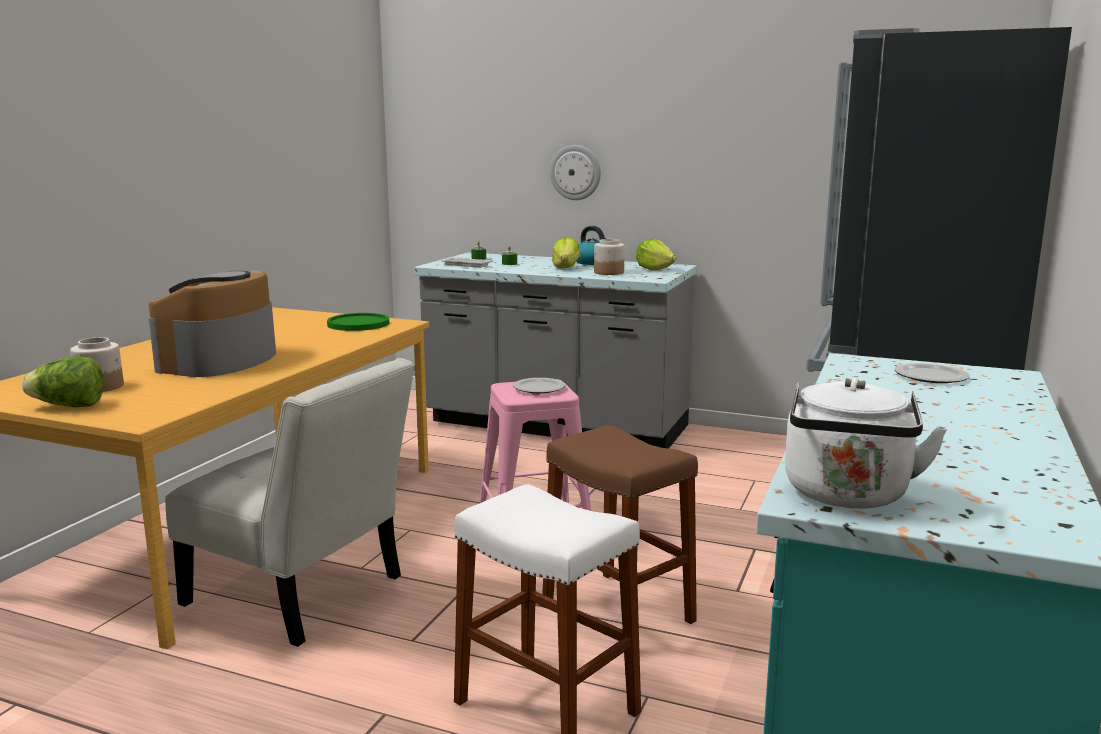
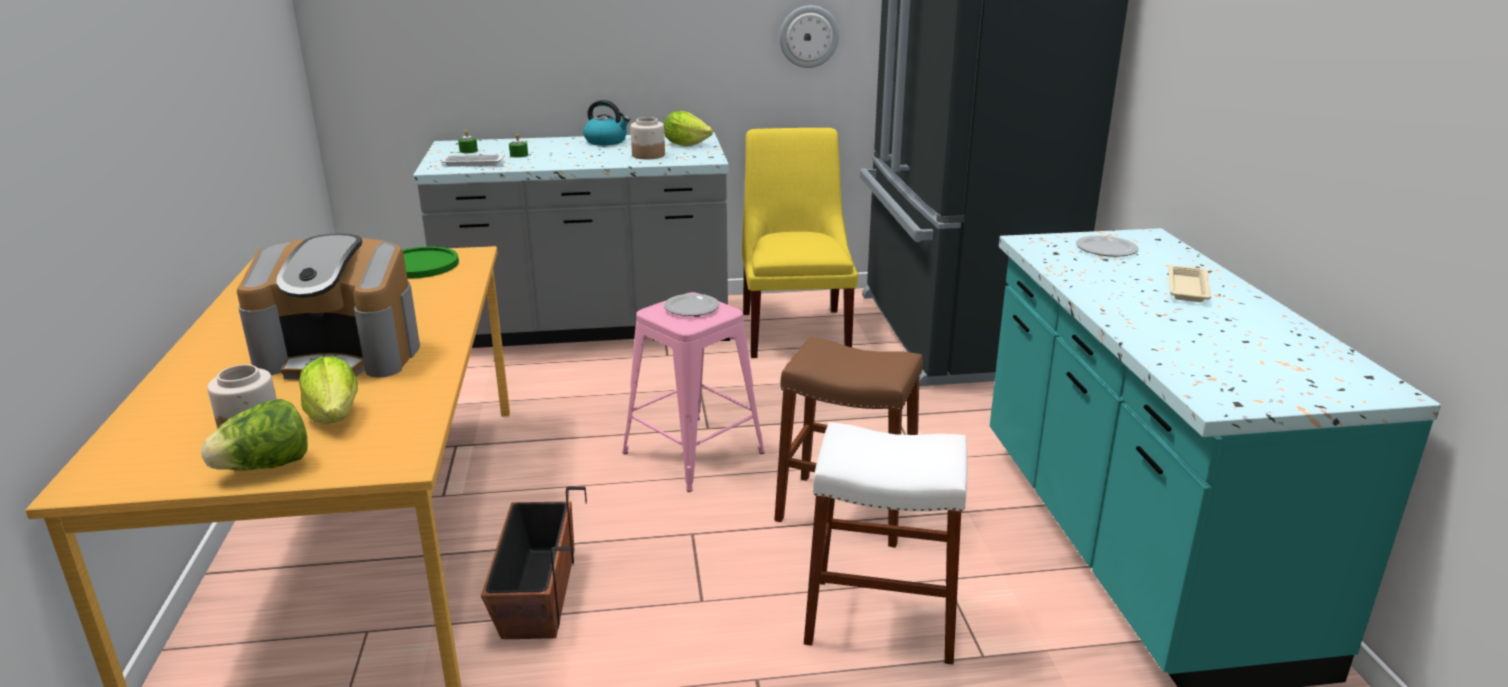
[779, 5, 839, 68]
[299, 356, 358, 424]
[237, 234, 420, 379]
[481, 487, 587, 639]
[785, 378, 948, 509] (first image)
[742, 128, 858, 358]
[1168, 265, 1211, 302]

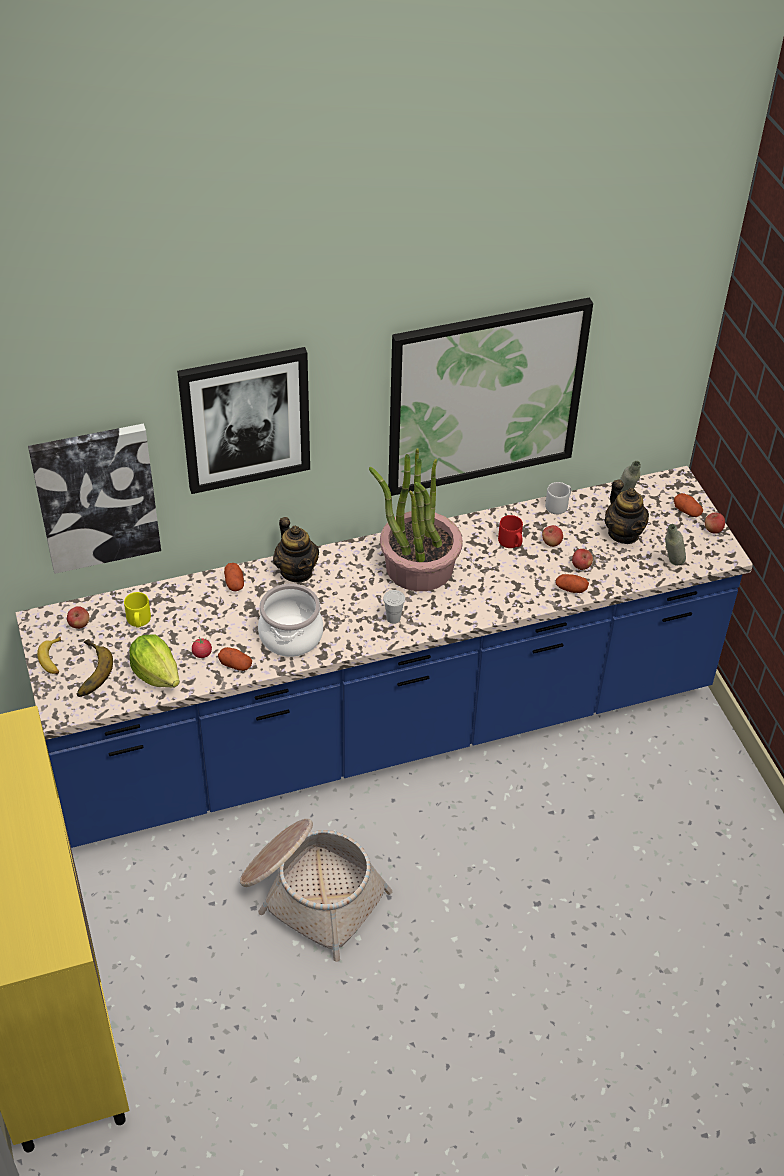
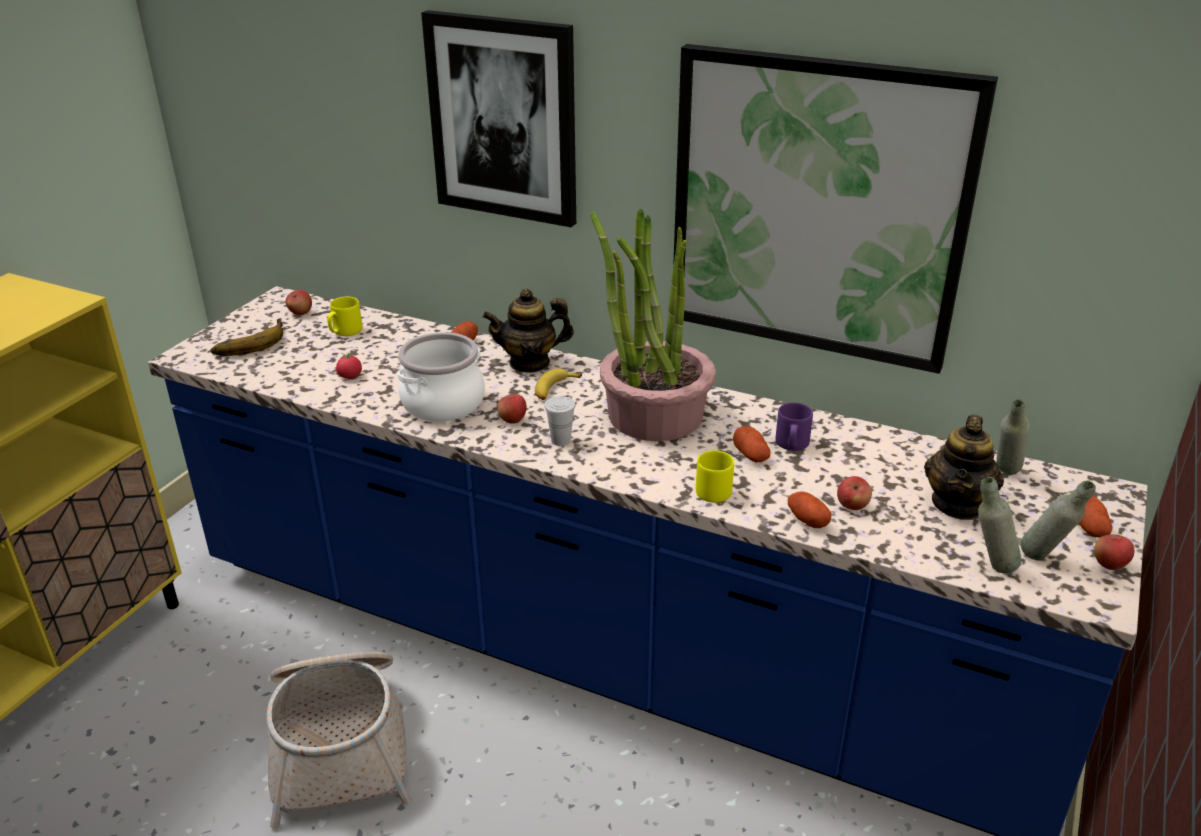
[28, 424, 161, 574] (first image)
[545, 482, 571, 514] (first image)
[775, 402, 813, 451]
[483, 288, 574, 373]
[497, 394, 527, 424]
[129, 635, 180, 687] (first image)
[535, 369, 582, 400]
[733, 426, 771, 462]
[696, 450, 734, 503]
[1020, 481, 1096, 560]

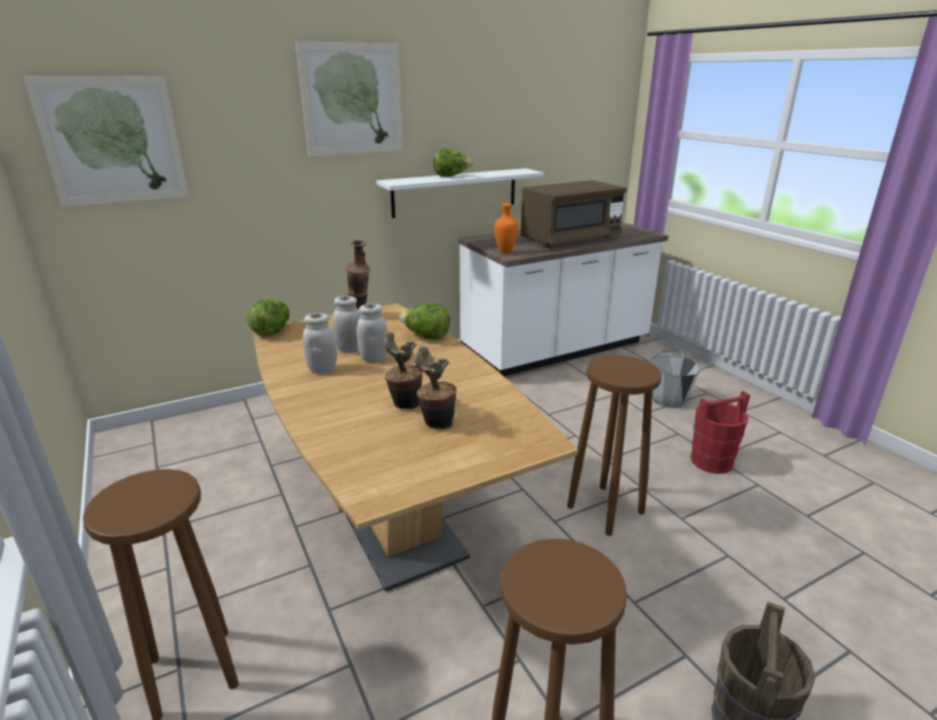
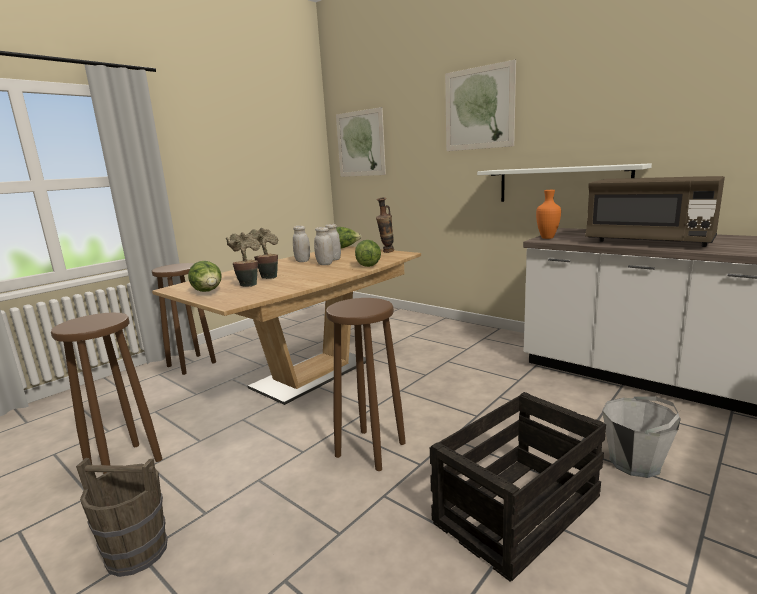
[188, 261, 221, 292]
[430, 392, 606, 582]

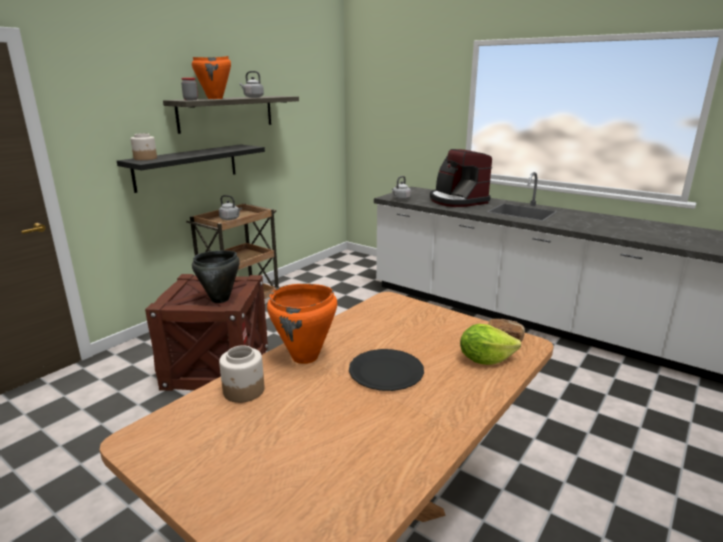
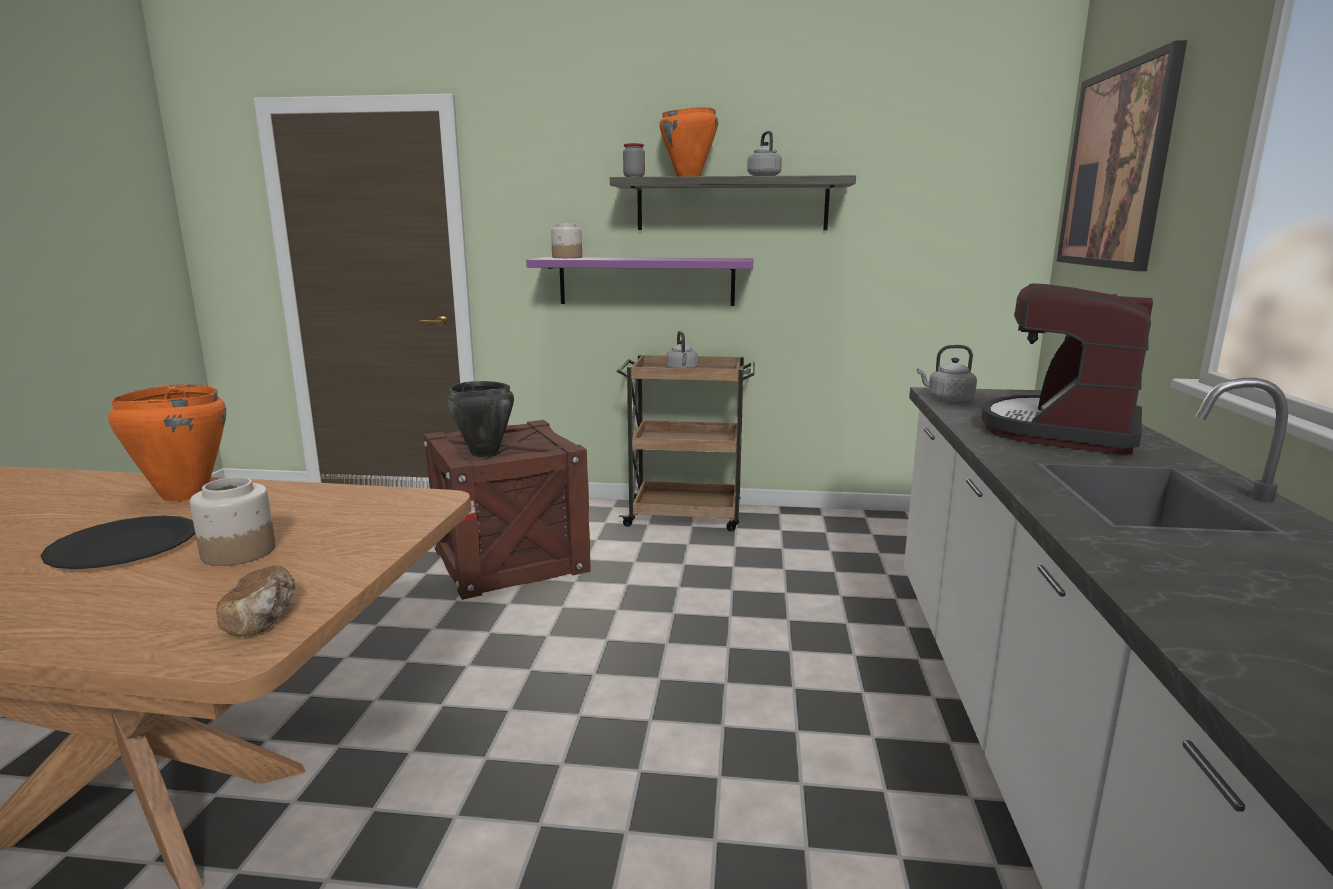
[526, 257, 753, 306]
[460, 324, 521, 365] (first image)
[190, 477, 276, 566]
[1057, 40, 1187, 271]

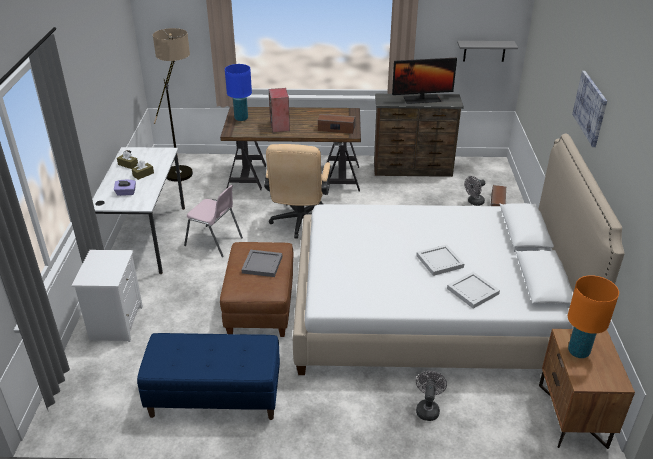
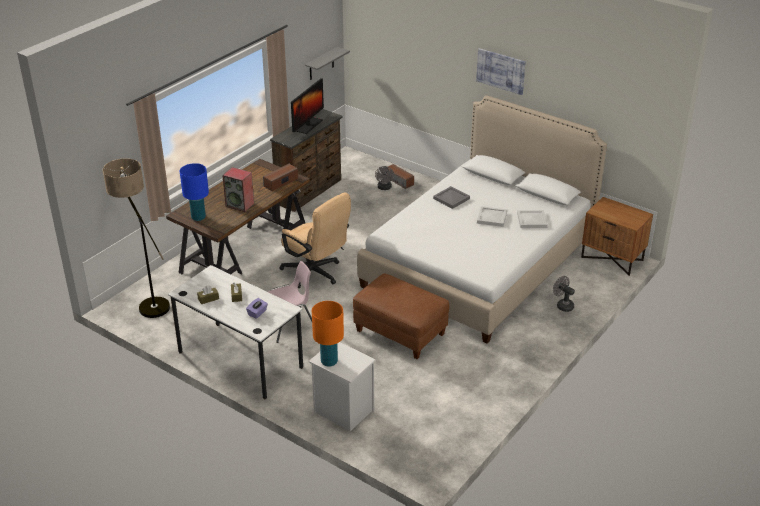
[433, 186, 470, 209]
[312, 301, 344, 367]
[137, 333, 280, 420] (first image)

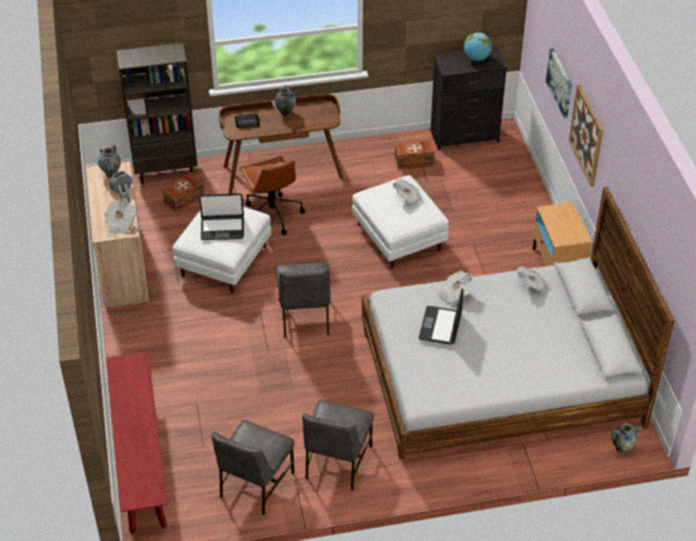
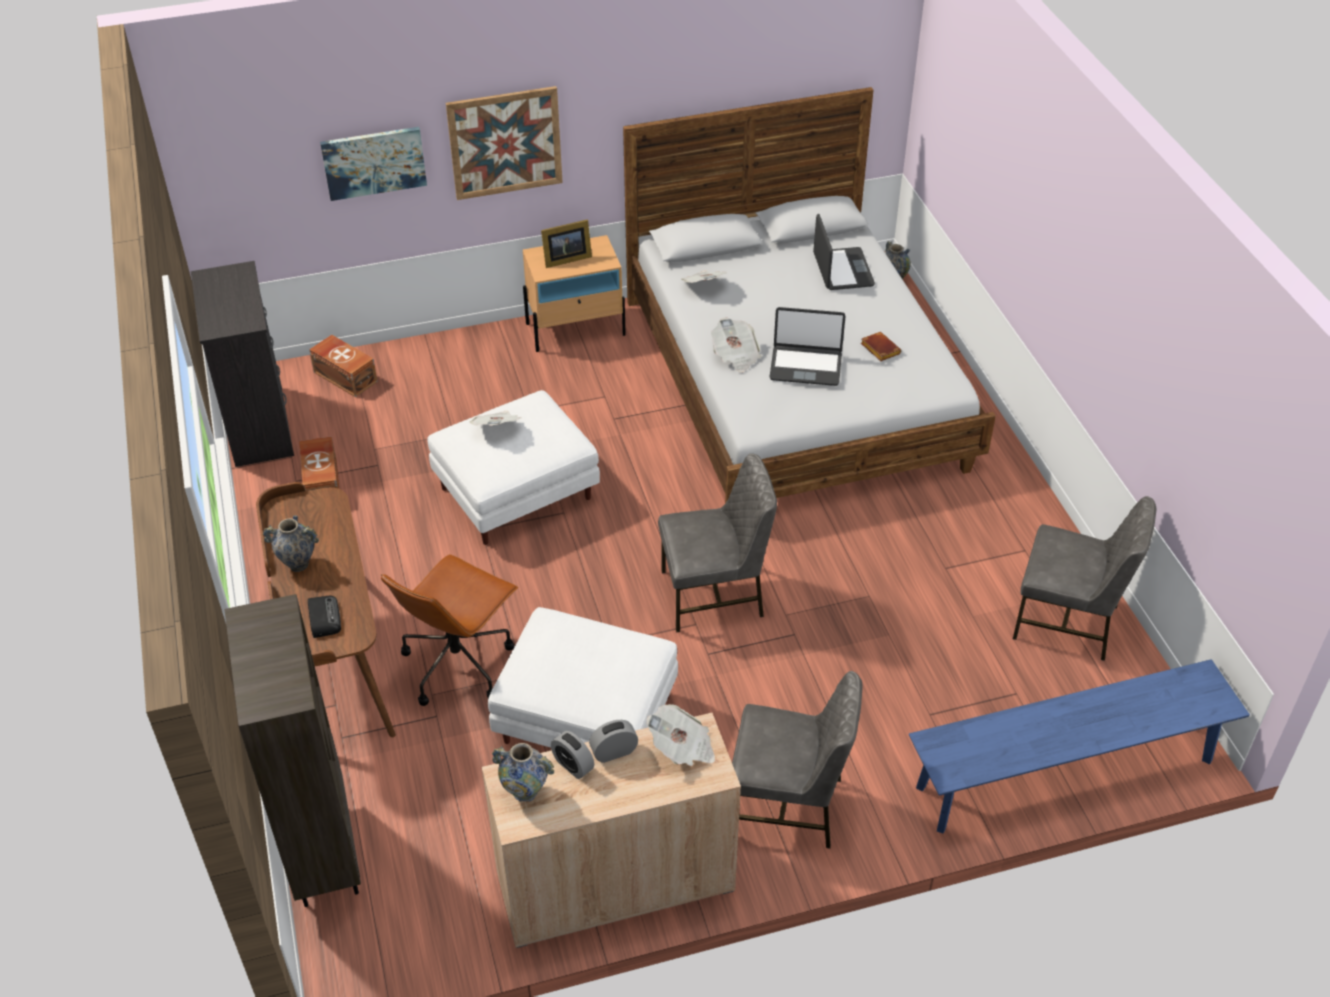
[464, 32, 492, 61] (first image)
[381, 554, 518, 706]
[309, 335, 378, 397]
[813, 214, 875, 290]
[909, 659, 1250, 833]
[732, 671, 863, 849]
[541, 219, 592, 268]
[861, 332, 902, 361]

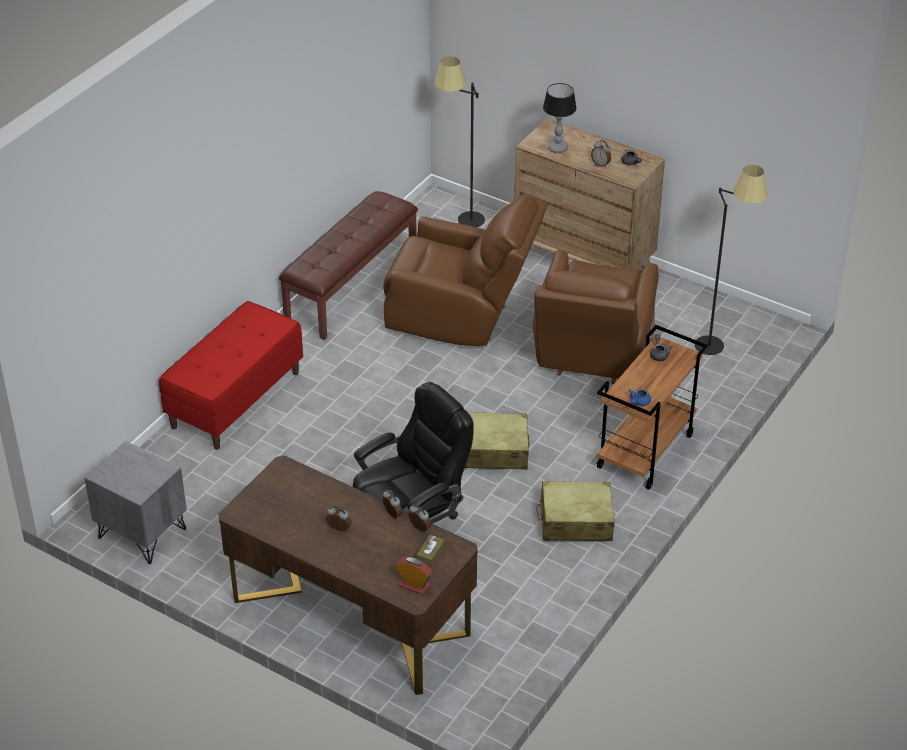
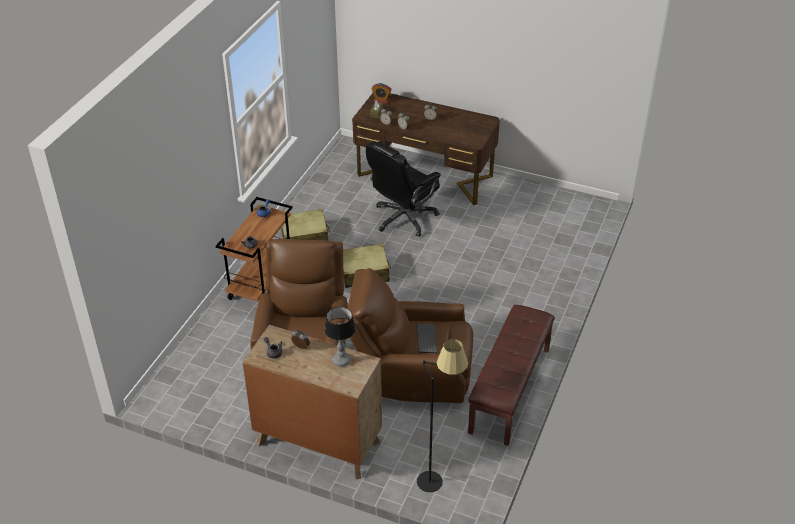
[695, 165, 768, 355] (first image)
[159, 301, 303, 450] (first image)
[84, 441, 187, 564] (first image)
[416, 323, 438, 353]

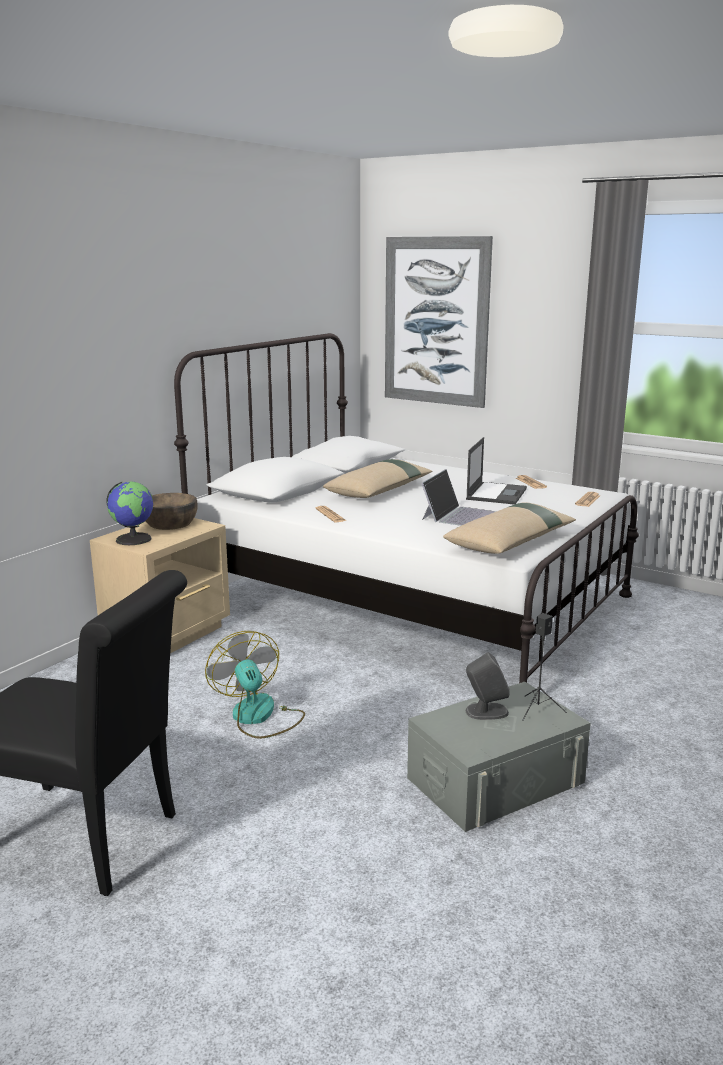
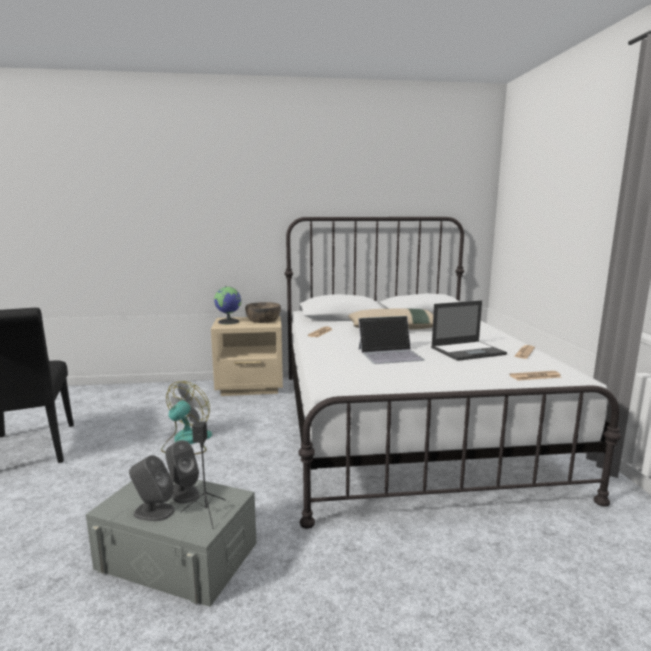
[385, 236, 493, 408] (first image)
[443, 503, 576, 554] (first image)
[129, 455, 175, 521]

